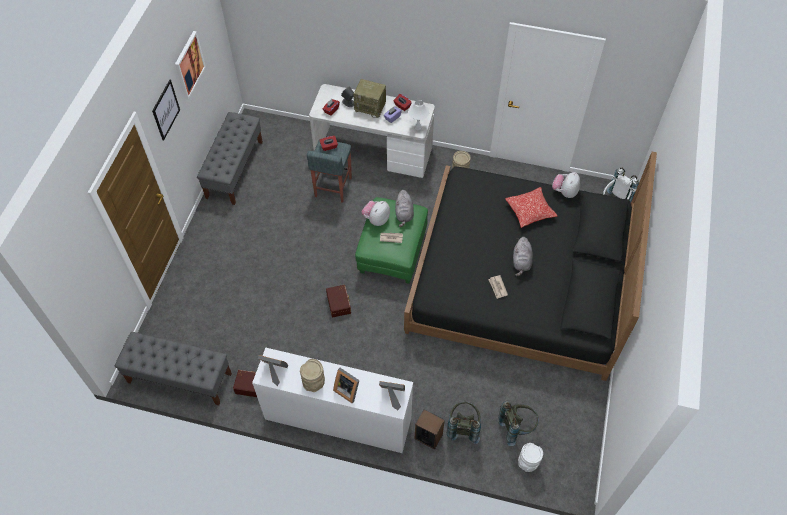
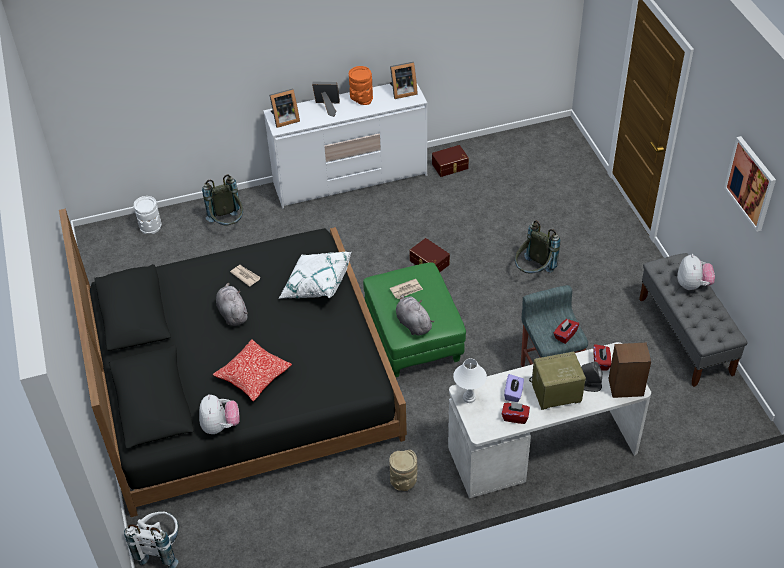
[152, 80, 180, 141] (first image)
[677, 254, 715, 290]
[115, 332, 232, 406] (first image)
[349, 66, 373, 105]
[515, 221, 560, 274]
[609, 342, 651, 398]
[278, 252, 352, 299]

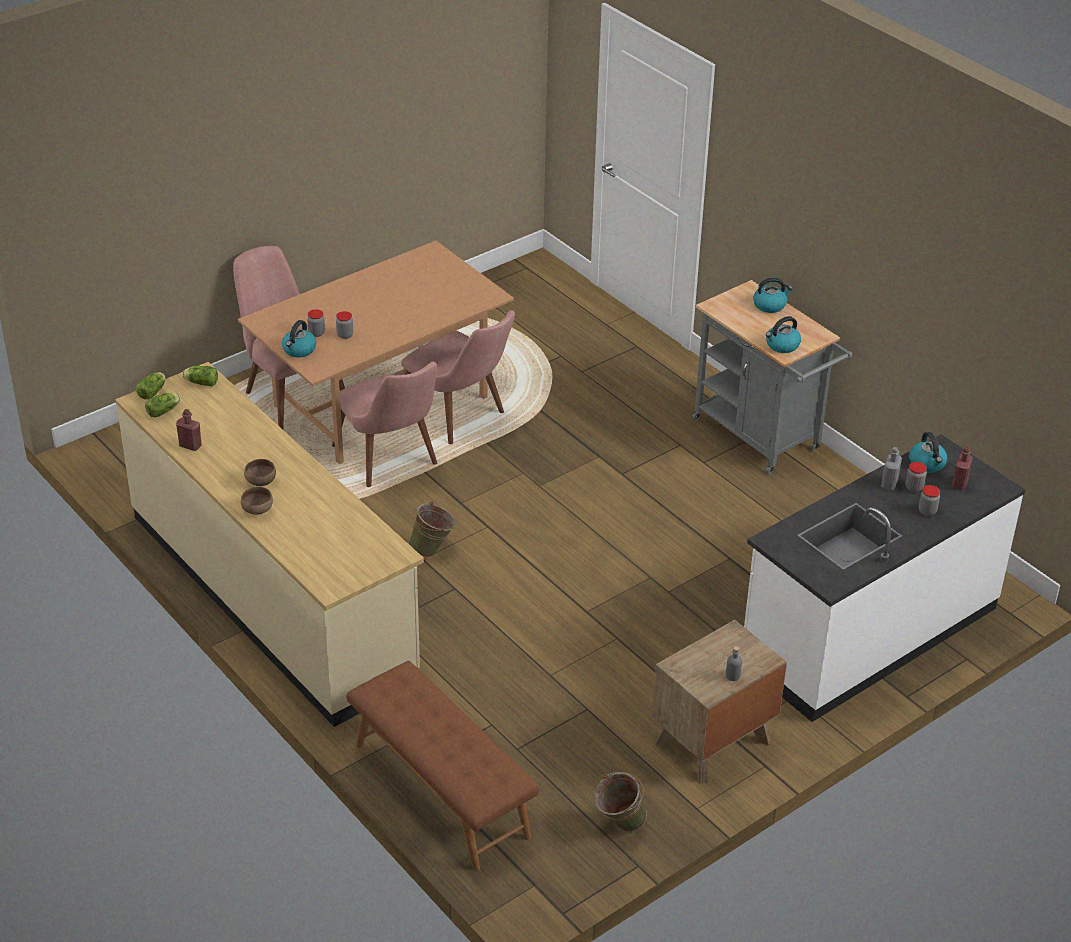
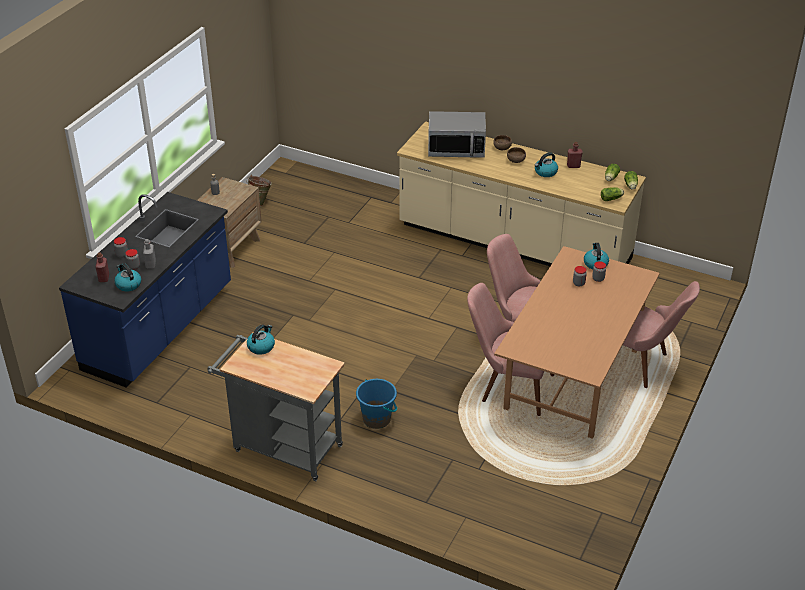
[535, 152, 558, 177]
[59, 192, 231, 388]
[408, 501, 456, 557] (first image)
[346, 661, 539, 871] (first image)
[428, 111, 486, 158]
[356, 379, 397, 429]

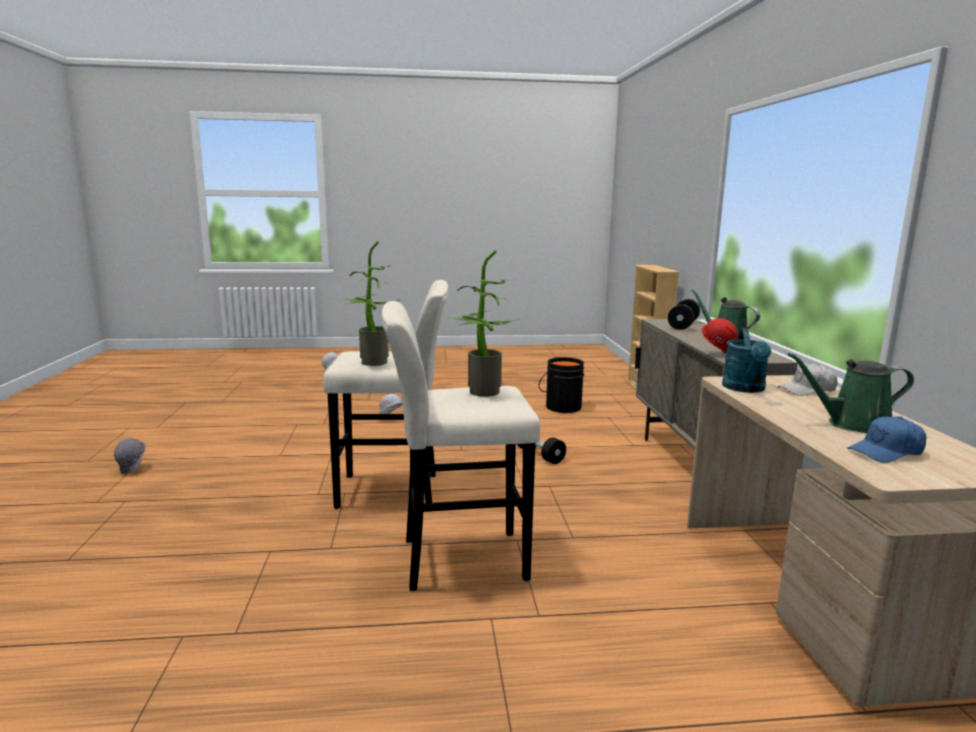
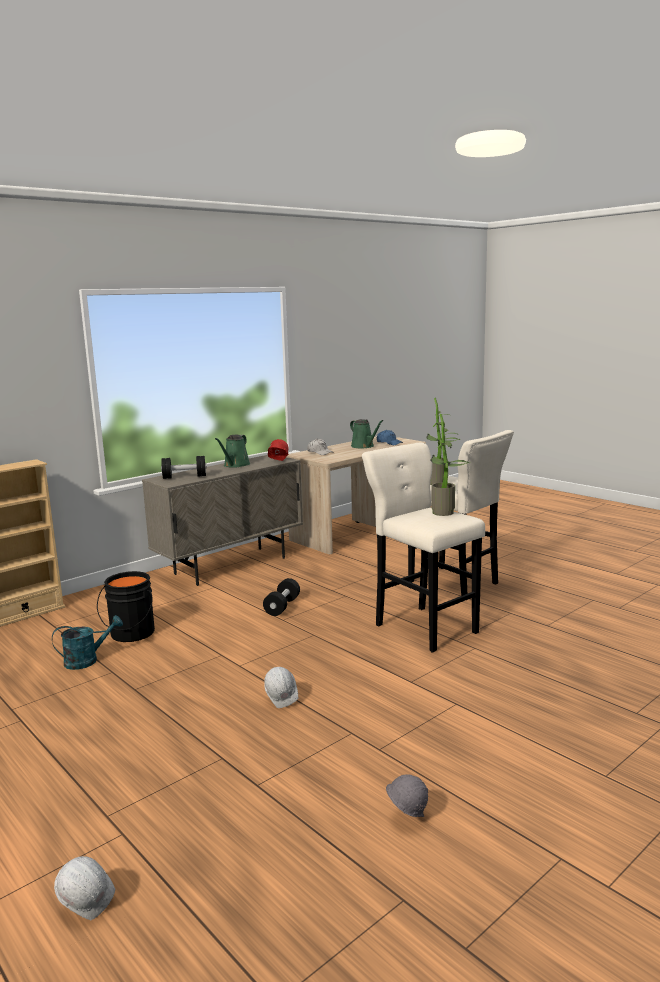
[52, 615, 123, 670]
[386, 774, 428, 817]

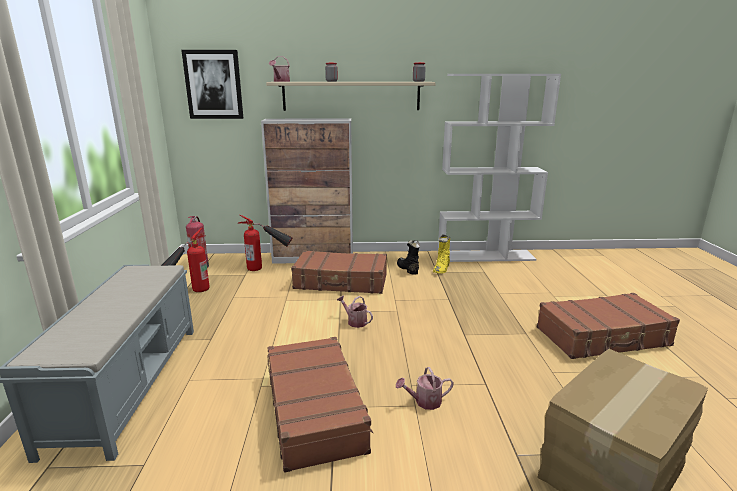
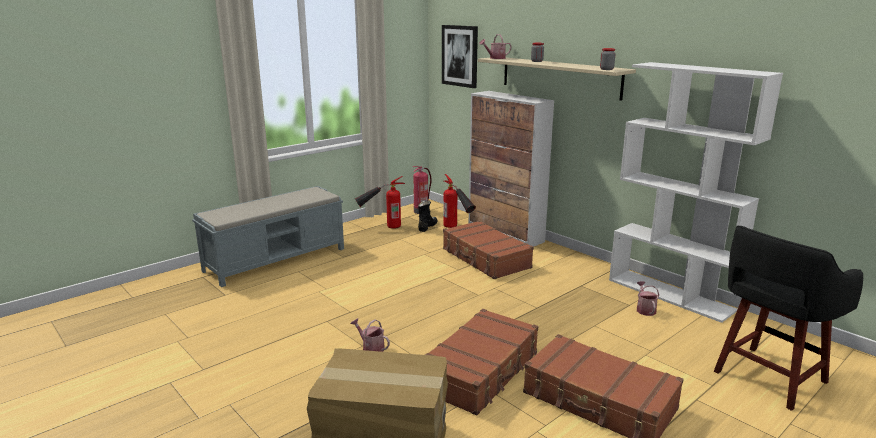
[433, 235, 450, 274] (first image)
[418, 201, 438, 232]
[637, 281, 659, 316]
[425, 309, 538, 416]
[714, 226, 863, 411]

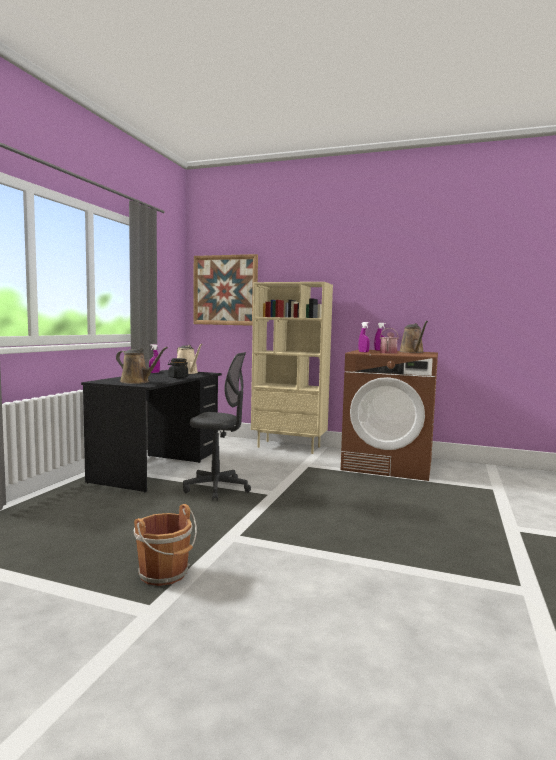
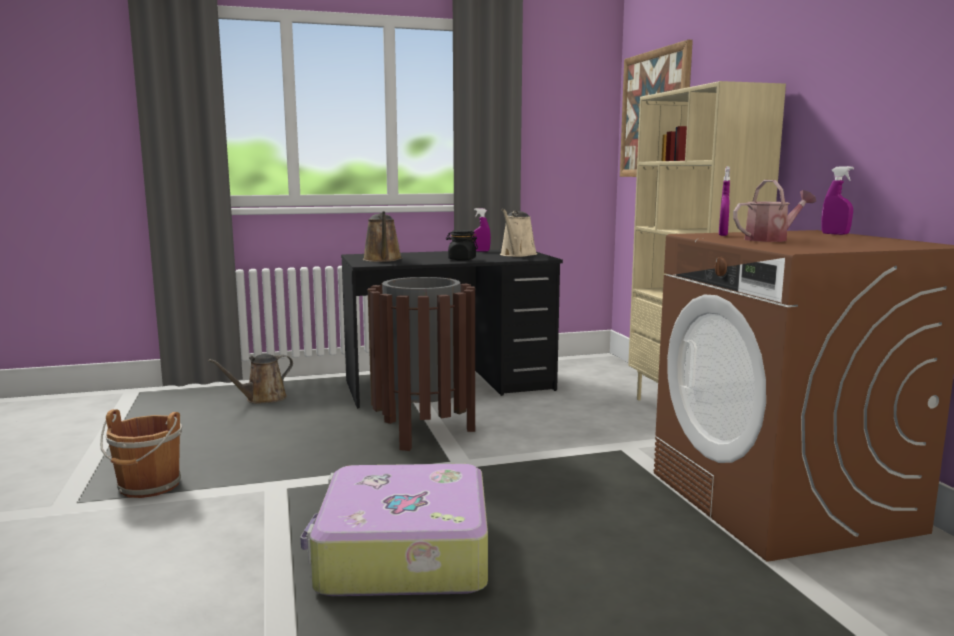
[208, 354, 293, 404]
[368, 277, 475, 451]
[300, 464, 488, 596]

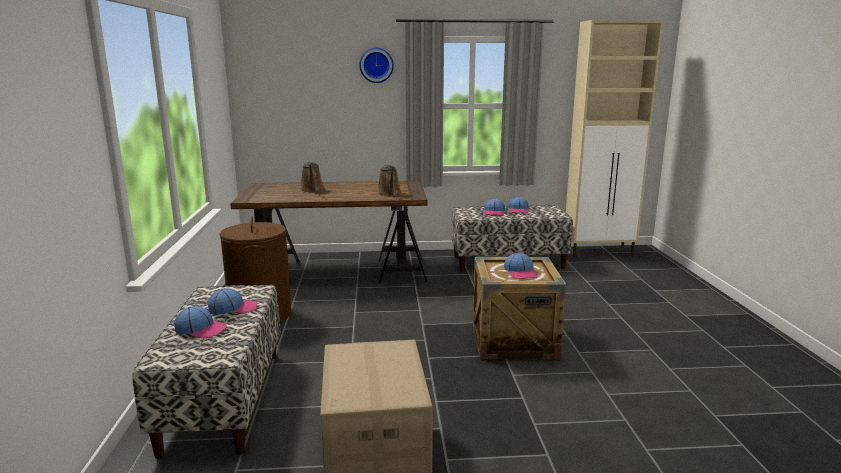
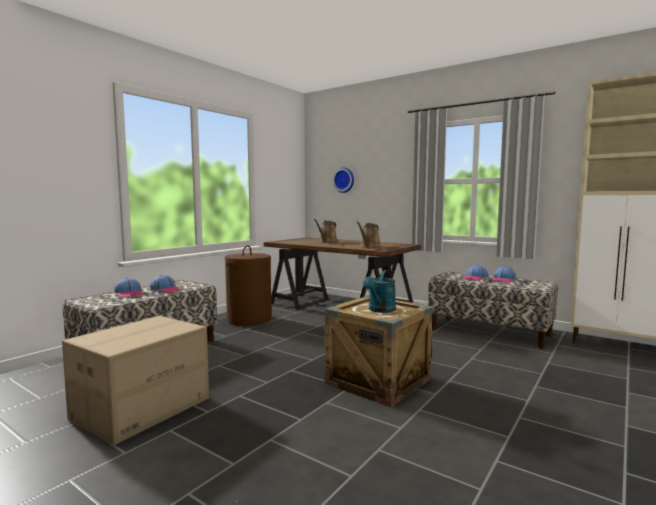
[333, 167, 354, 193]
[363, 270, 396, 313]

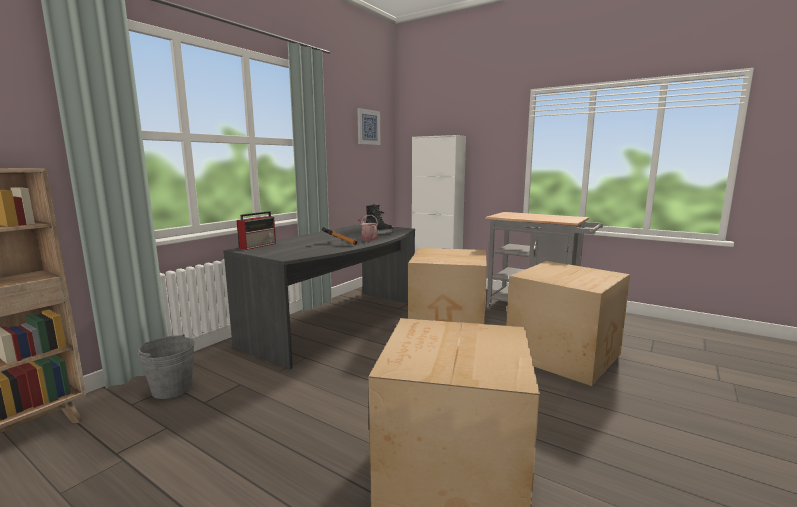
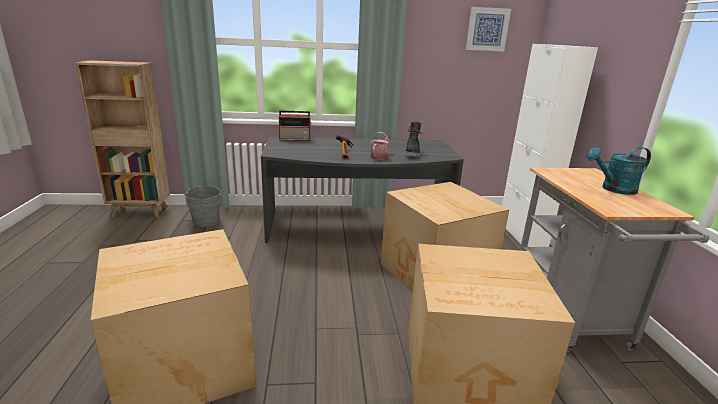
[586, 147, 651, 195]

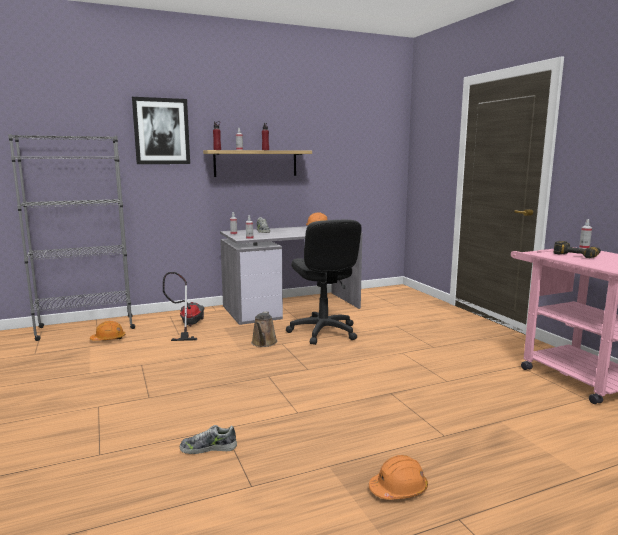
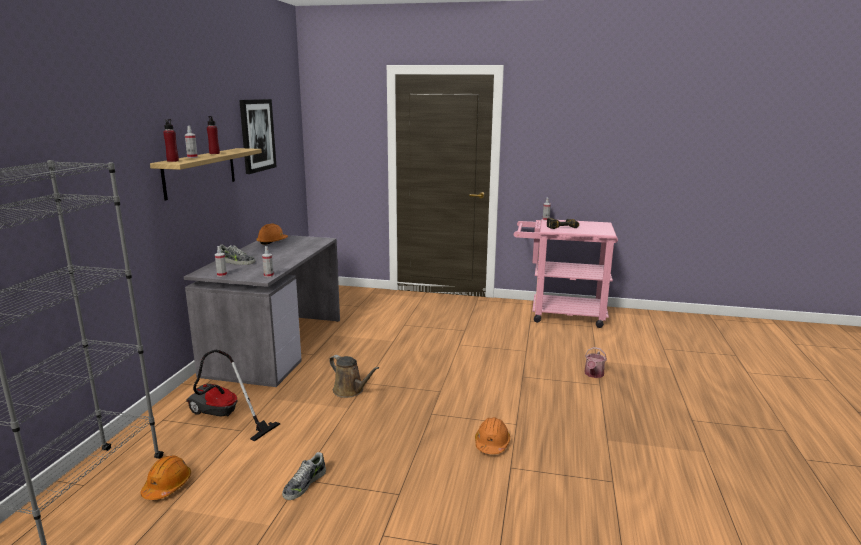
[239, 99, 277, 174]
[286, 220, 362, 345] (first image)
[282, 452, 326, 500]
[475, 417, 510, 454]
[584, 347, 607, 378]

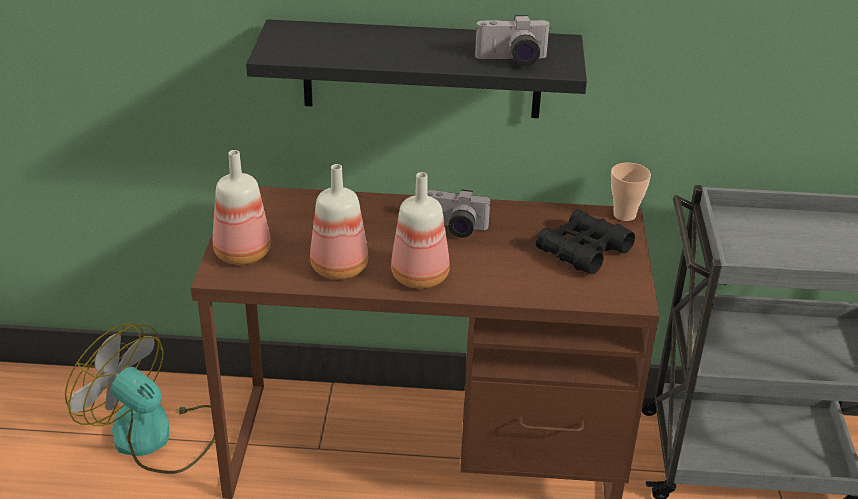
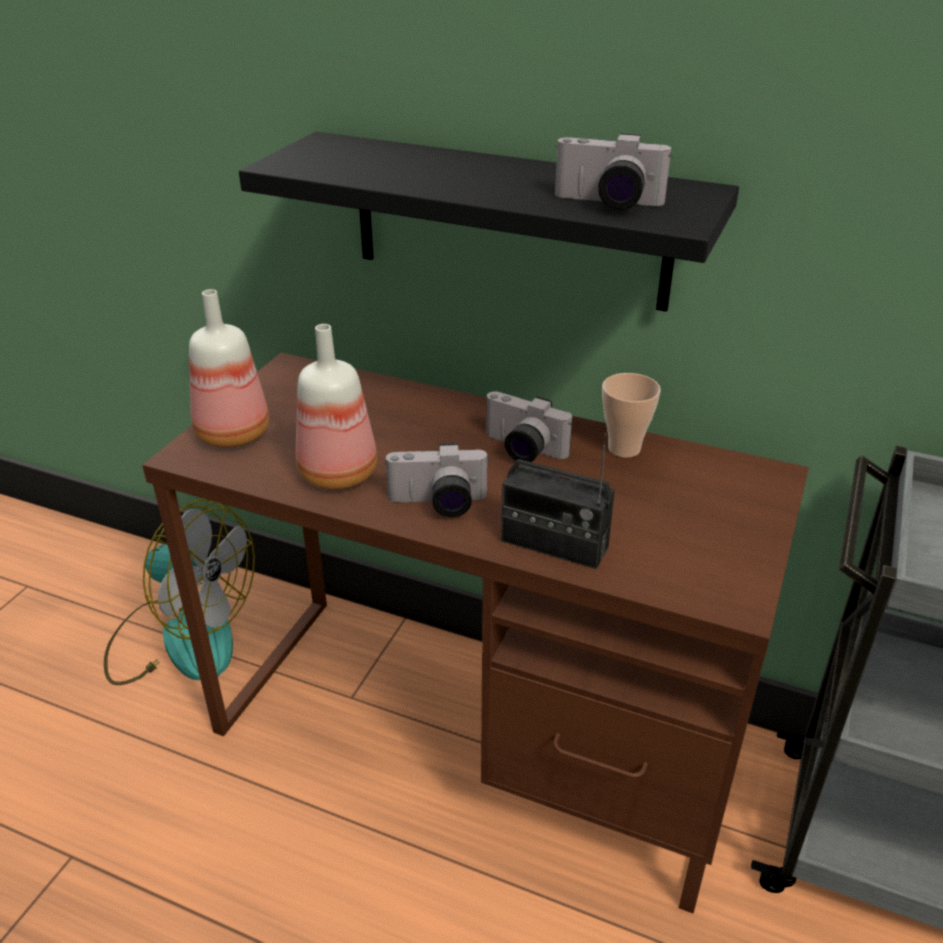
[602, 373, 661, 458]
[384, 443, 490, 517]
[536, 209, 635, 274] (first image)
[104, 499, 255, 685]
[501, 433, 615, 569]

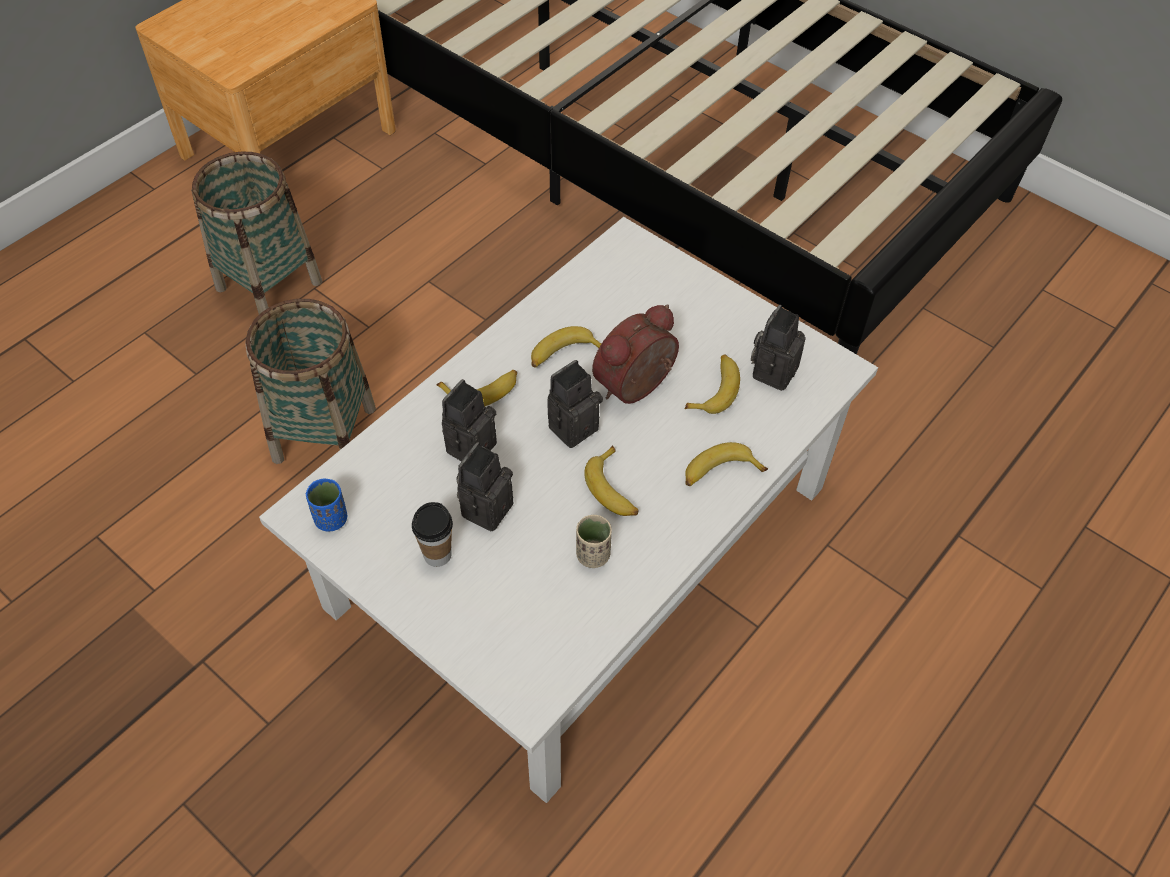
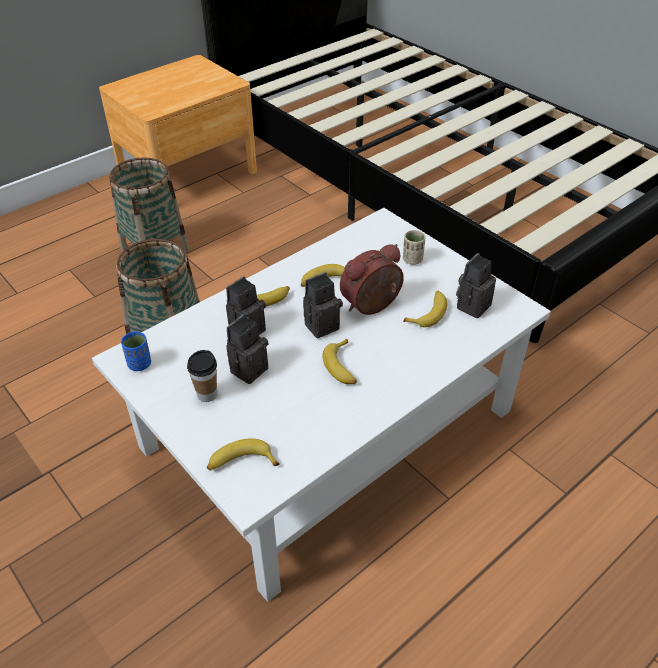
[207, 438, 280, 470]
[403, 230, 426, 265]

